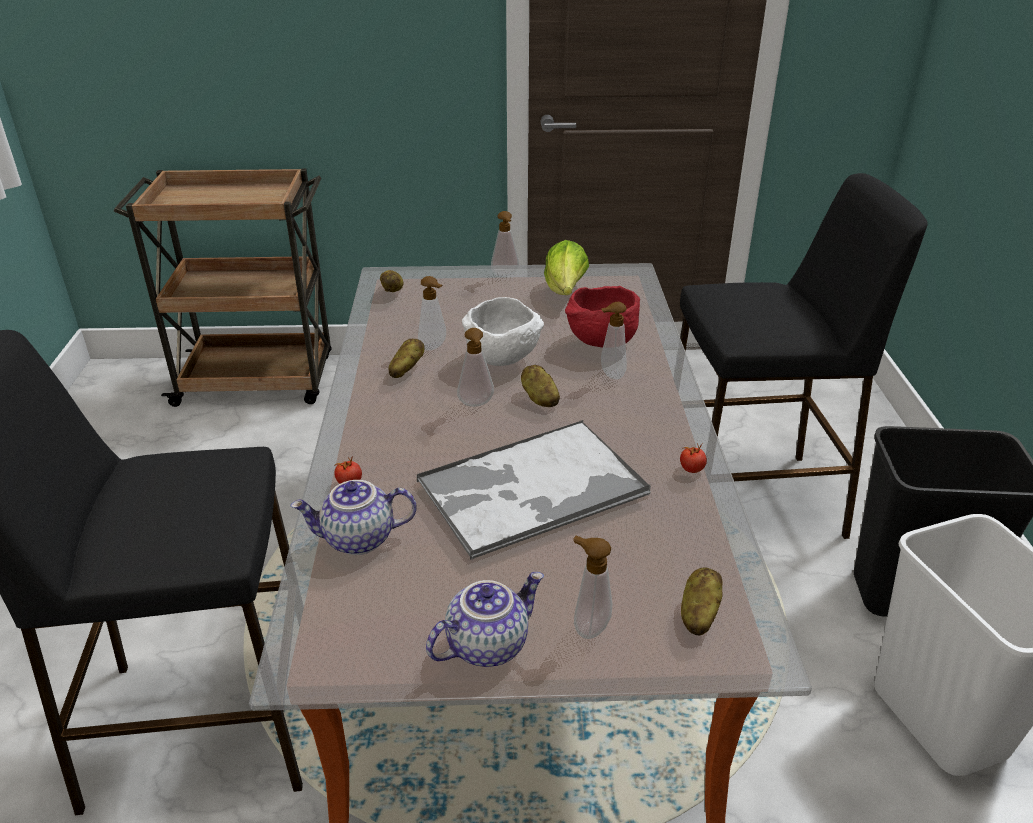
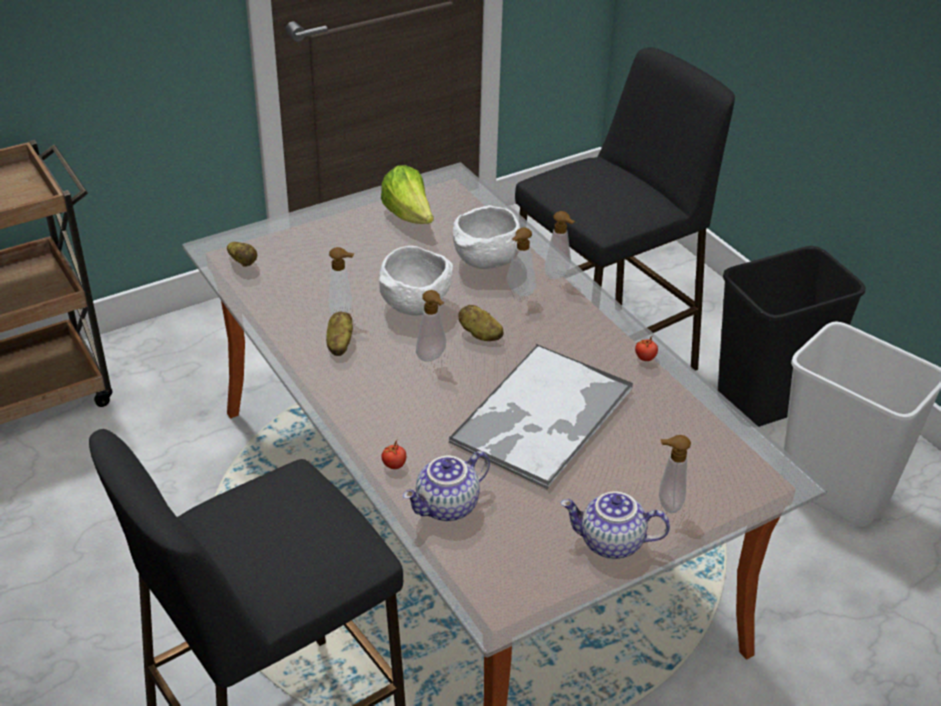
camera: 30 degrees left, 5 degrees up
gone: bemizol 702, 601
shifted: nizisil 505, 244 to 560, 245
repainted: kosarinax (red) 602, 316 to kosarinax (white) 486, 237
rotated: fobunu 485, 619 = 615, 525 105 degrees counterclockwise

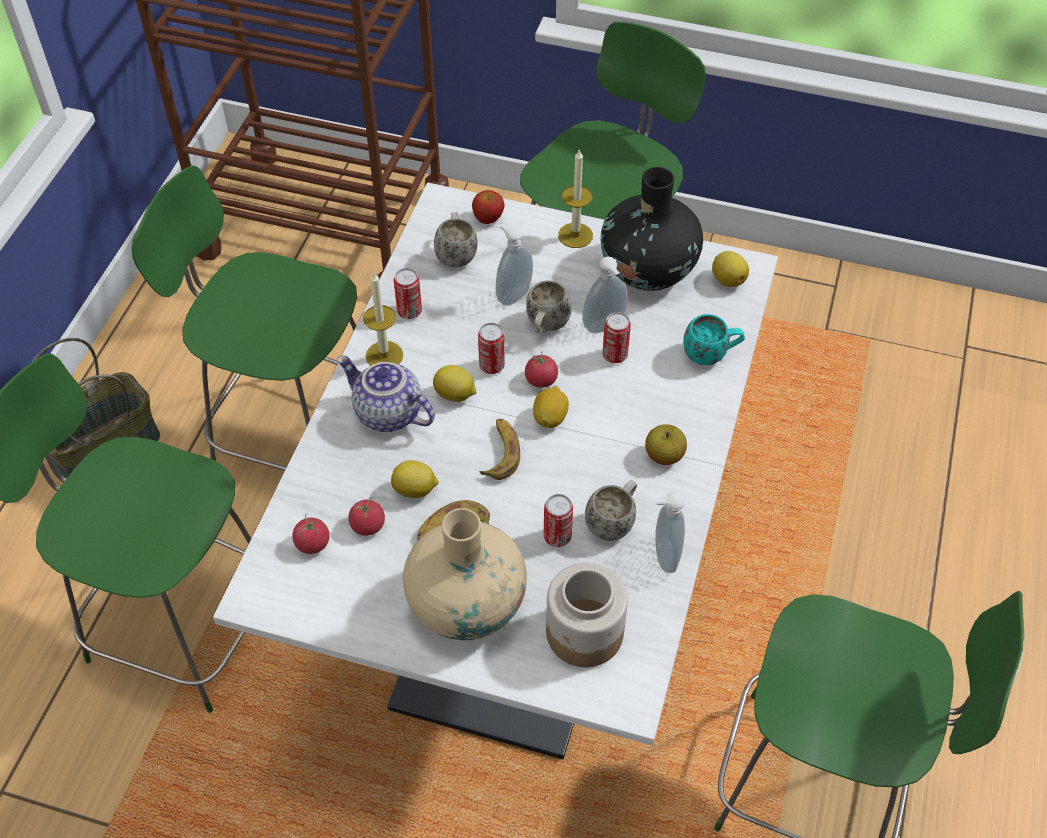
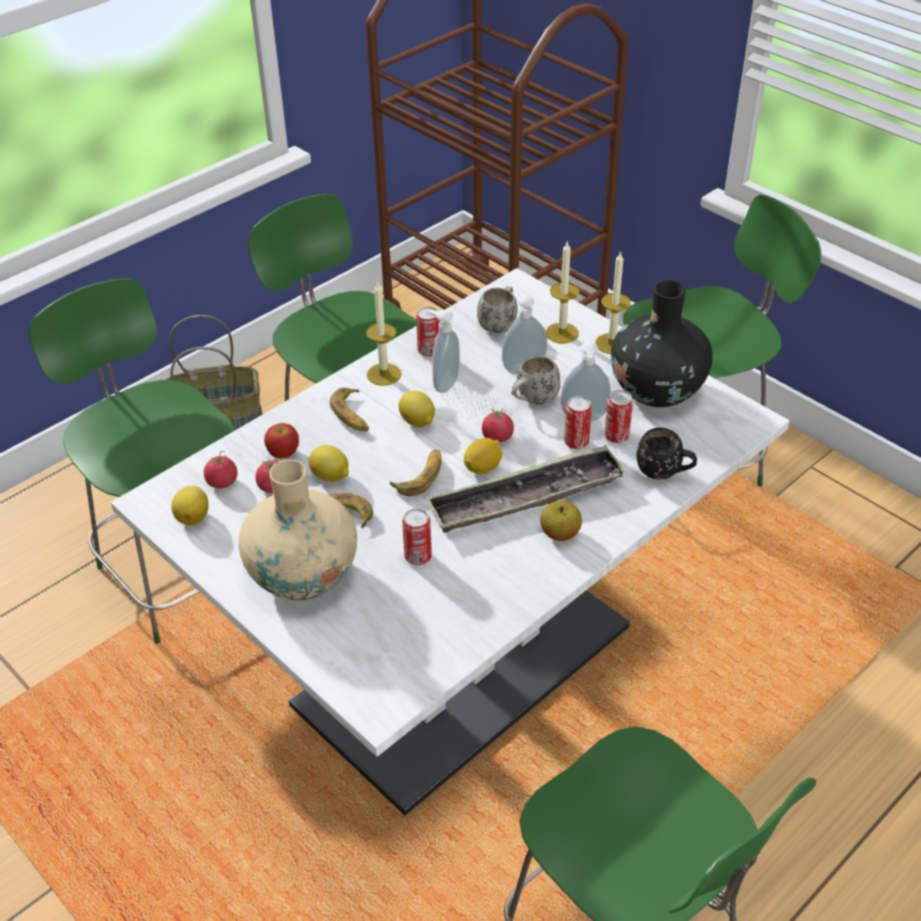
camera: 30 degrees right, 10 degrees down
gone: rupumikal 587, 615; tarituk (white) 611, 510
new: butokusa 525, 489; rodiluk 562, 292
shifted: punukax 730, 269 to 189, 506; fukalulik 488, 207 to 281, 440; nizisil 670, 532 to 444, 351; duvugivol 491, 348 to 618, 416
swapped: fobunu 386, 394 to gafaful 349, 409
repainted: tarituk (turquoise) 714, 339 to tarituk (black) 667, 454

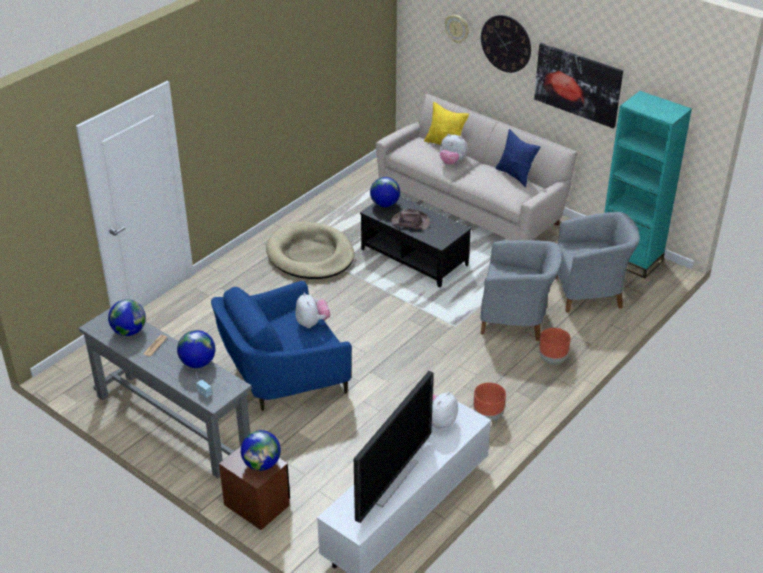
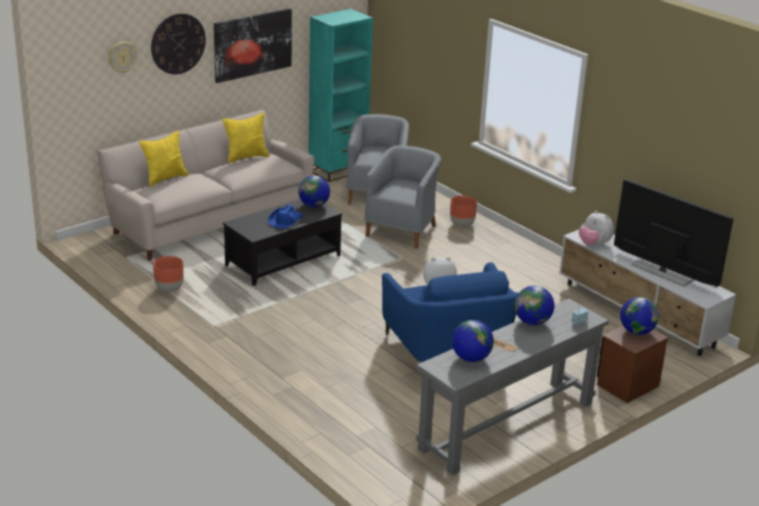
camera: 80 degrees left, 10 degrees down
gone: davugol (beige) 310, 250; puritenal 453, 149
shifted: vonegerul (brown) 490, 402 to 168, 274; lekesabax 385, 192 to 314, 191
repainted: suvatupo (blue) 518, 158 to suvatupo (yellow) 246, 137; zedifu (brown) 410, 219 to zedifu (blue) 286, 216

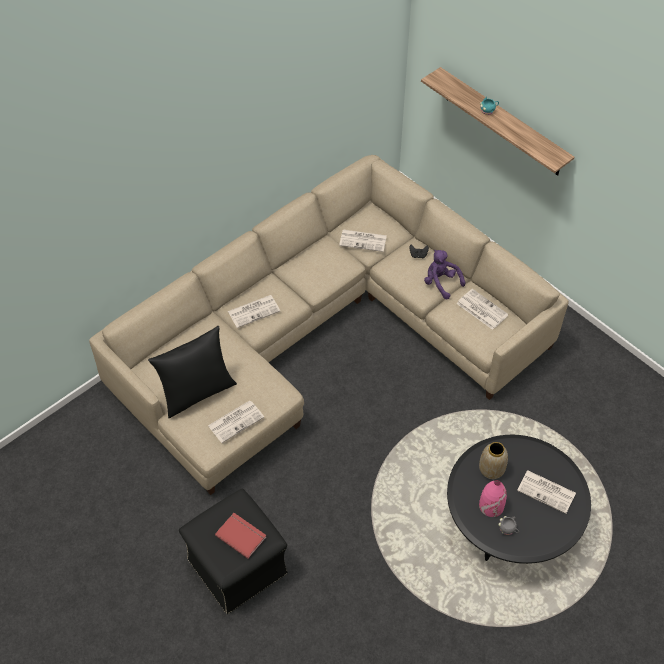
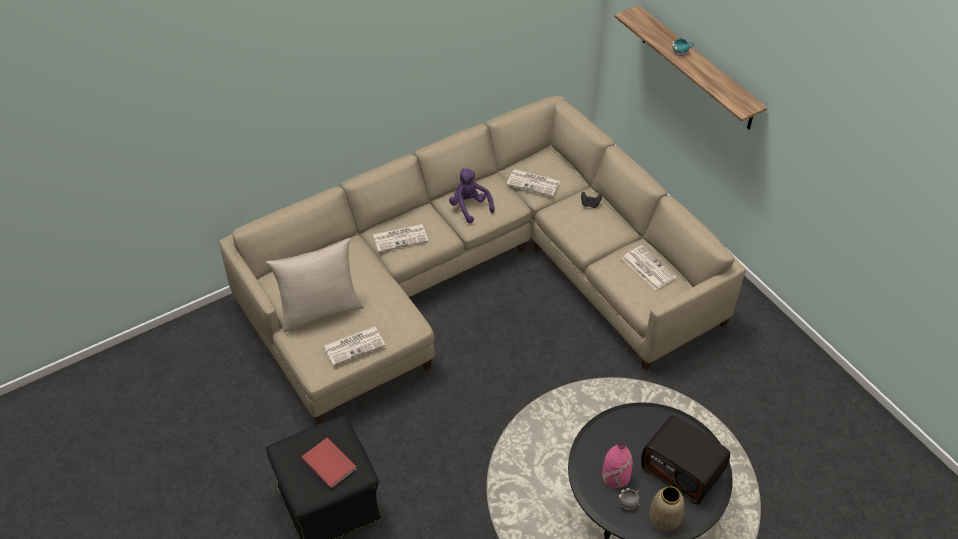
camera: 10 degrees right, 5 degrees down
shifted: puritenal (purple) 445, 275 to 472, 195; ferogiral 493, 460 to 667, 509
swapped: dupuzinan 546, 492 to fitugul 685, 460
repainted: suvatupo (black) 192, 372 to suvatupo (beige) 315, 285

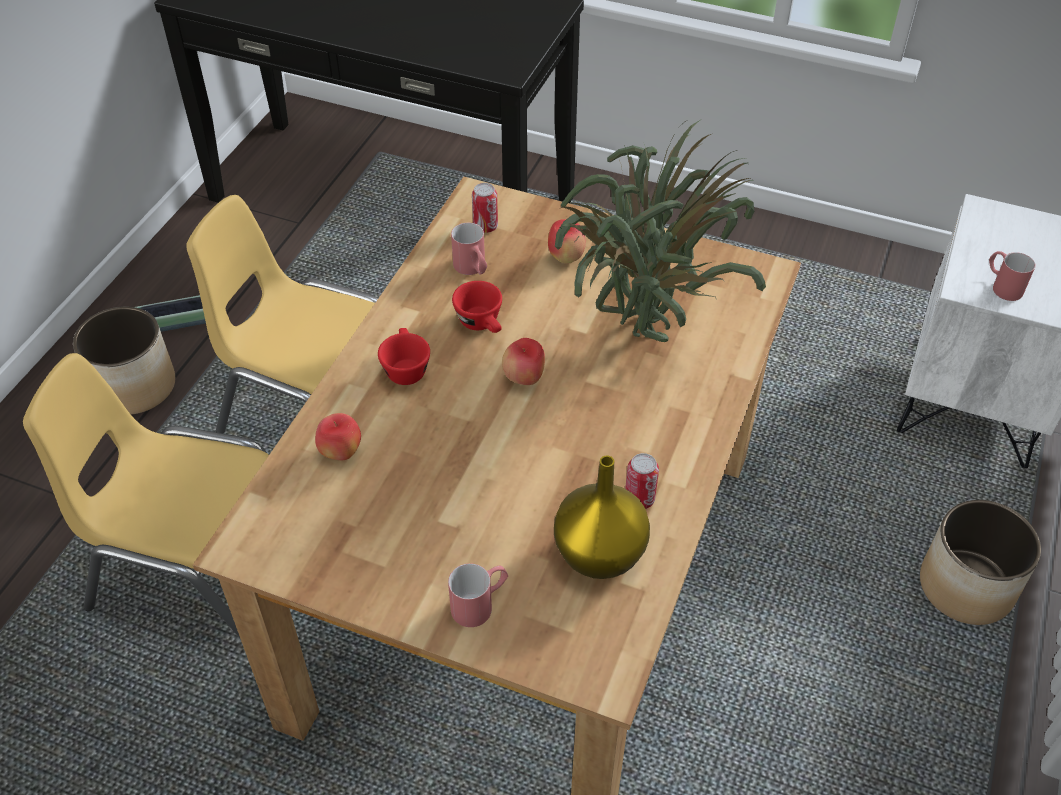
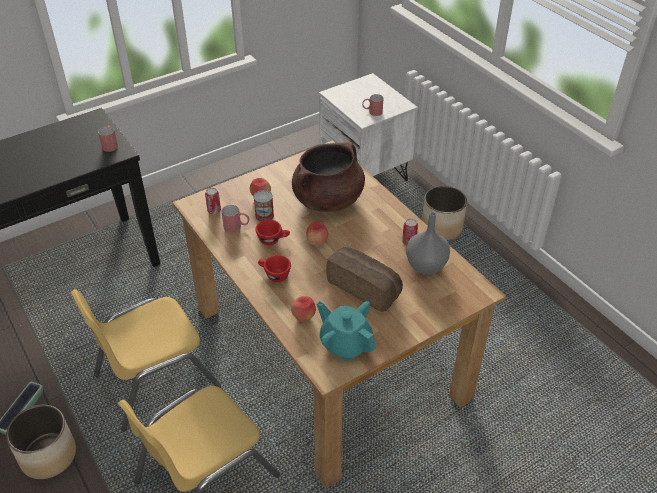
camera: 55 degrees left, 5 degrees down
new: duvugivol 263, 206; fobunu (turquoise) 346, 331; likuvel 364, 279
shifted: tarituk (red) 478, 595 to 108, 139
swapped: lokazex 660, 230 to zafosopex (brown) 328, 177
repainted: ferogiral (yellow) 602, 517 to ferogiral (grey) 428, 243

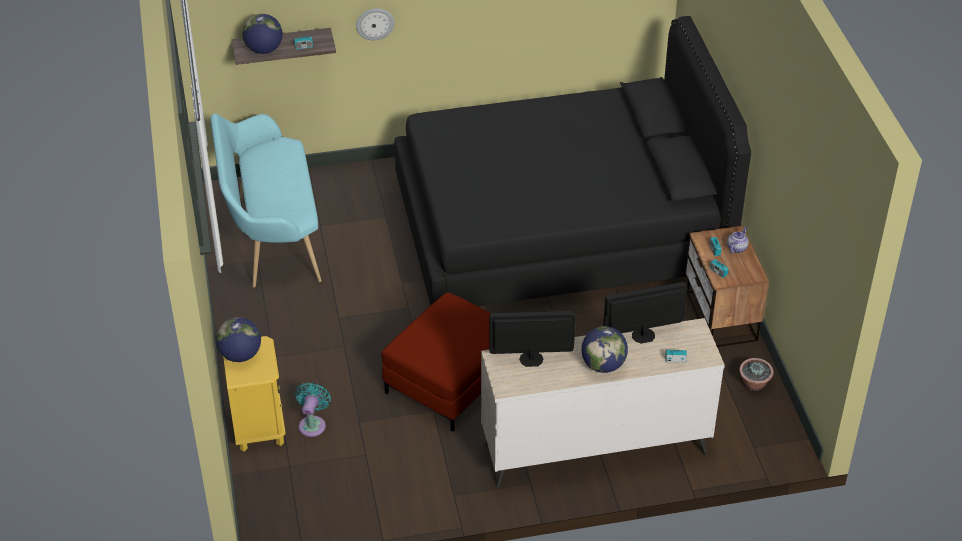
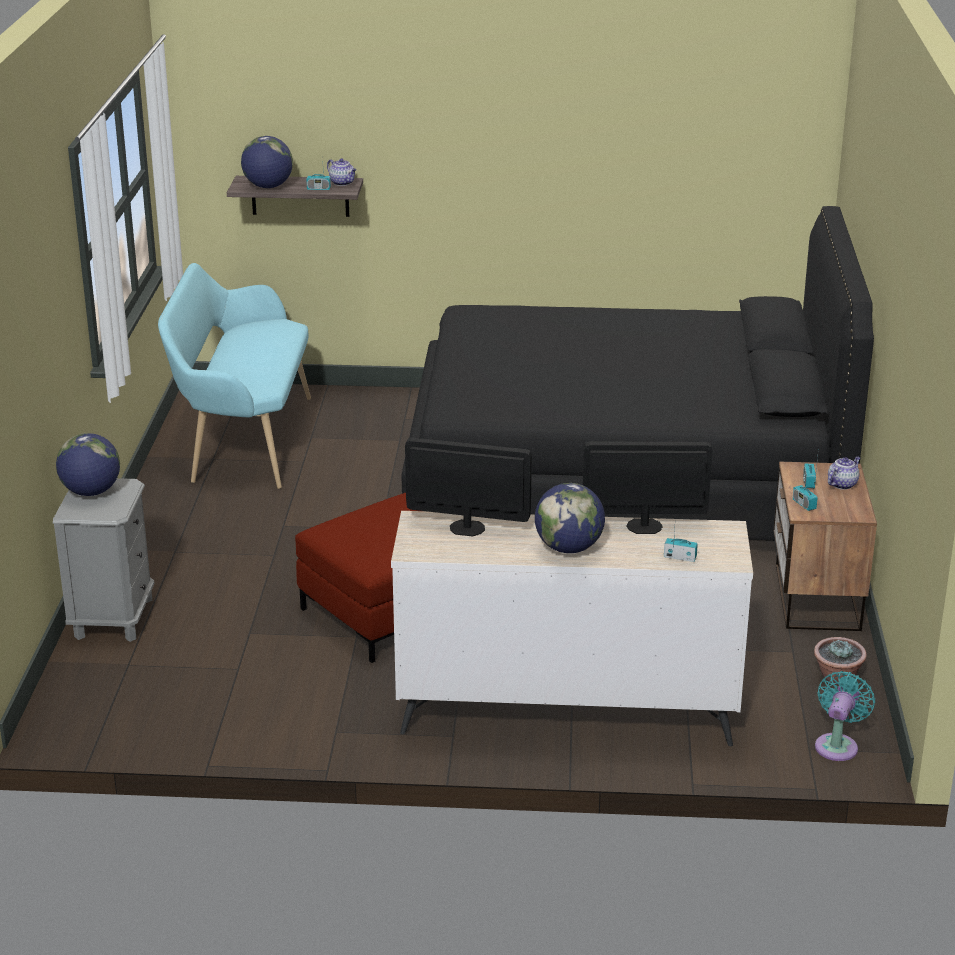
camera: 15 degrees right, 15 degrees down
gone: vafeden 375, 24
new: fobunu 342, 172
shifted: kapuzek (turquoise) 313, 409 to 845, 716
repainted: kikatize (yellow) 254, 393 to kikatize (grey) 103, 560

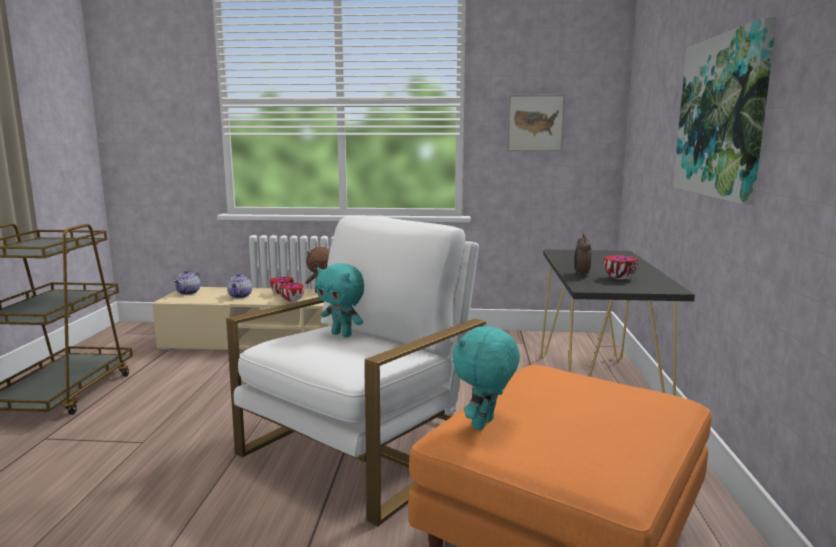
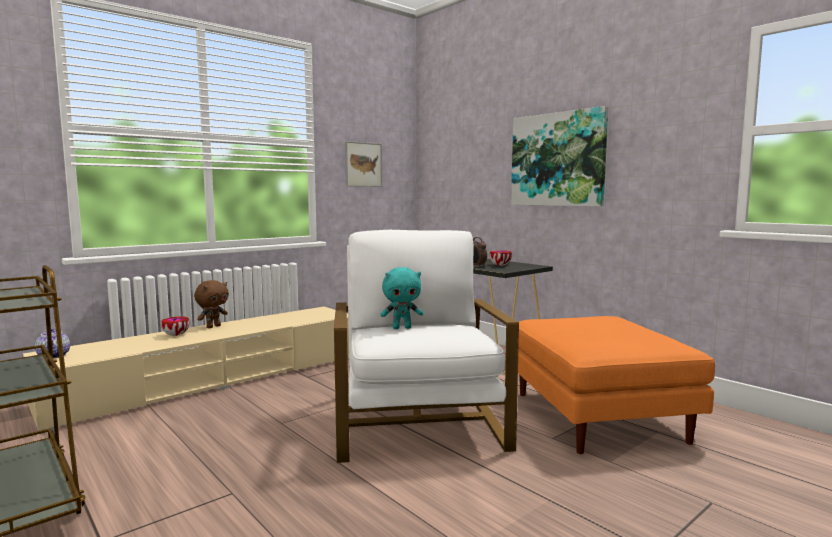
camera: 45 degrees left, 5 degrees down
gone: fobunu 239, 285; kosarinax 291, 292; puritenal (turquoise) 486, 377

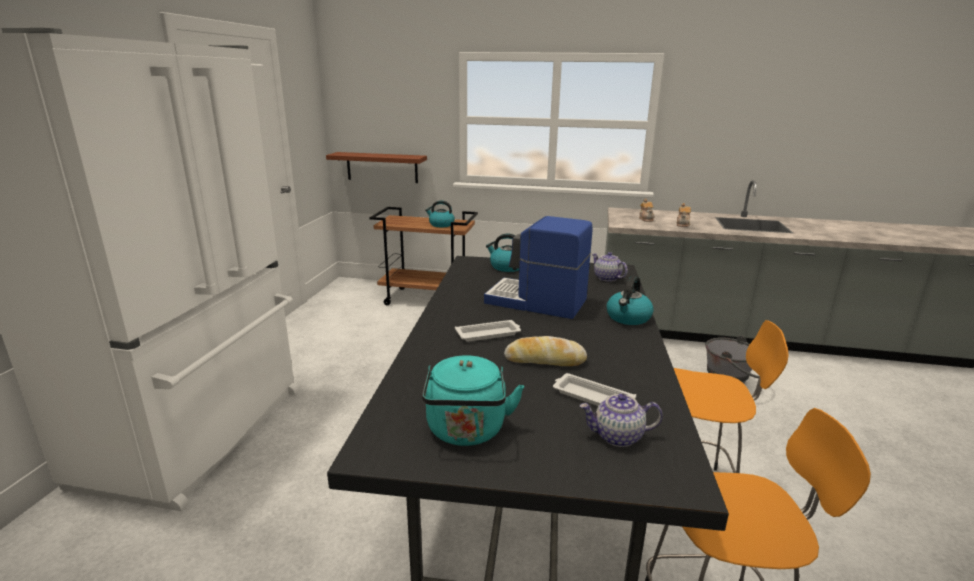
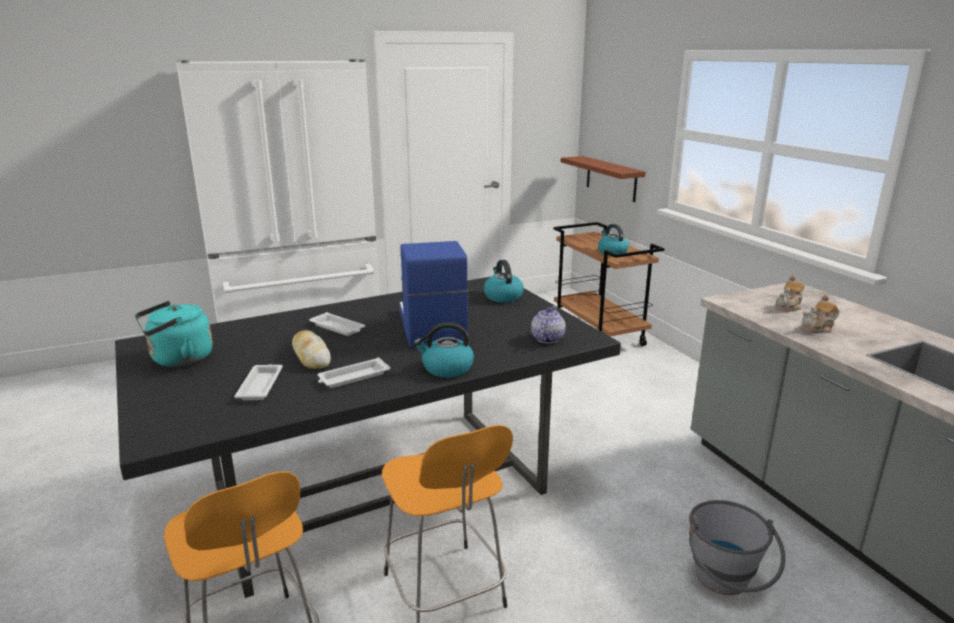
camera: 55 degrees right, 0 degrees up
gone: fobunu 621, 420
new: butokusa (white) 354, 372

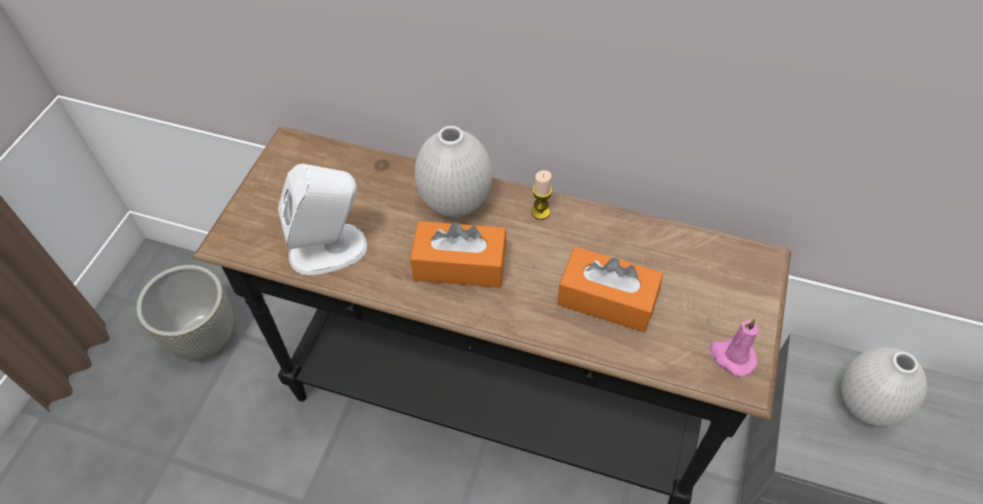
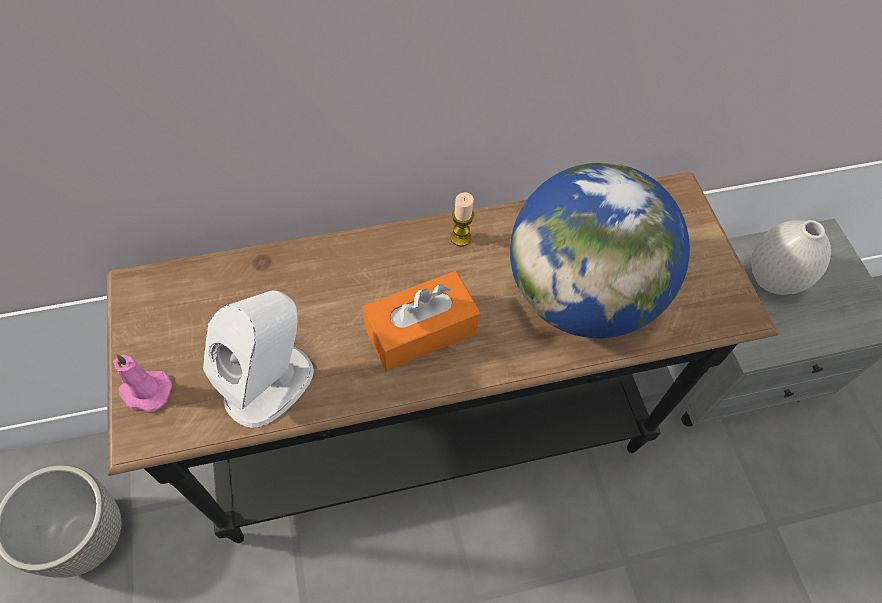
camera: 35 degrees left, 5 degrees up
gone: ferogiral (white) 453, 172
shifted: rodiluk (pink) 734, 347 to 142, 383
swapped: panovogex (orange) 610, 289 to lekesabax 600, 250

